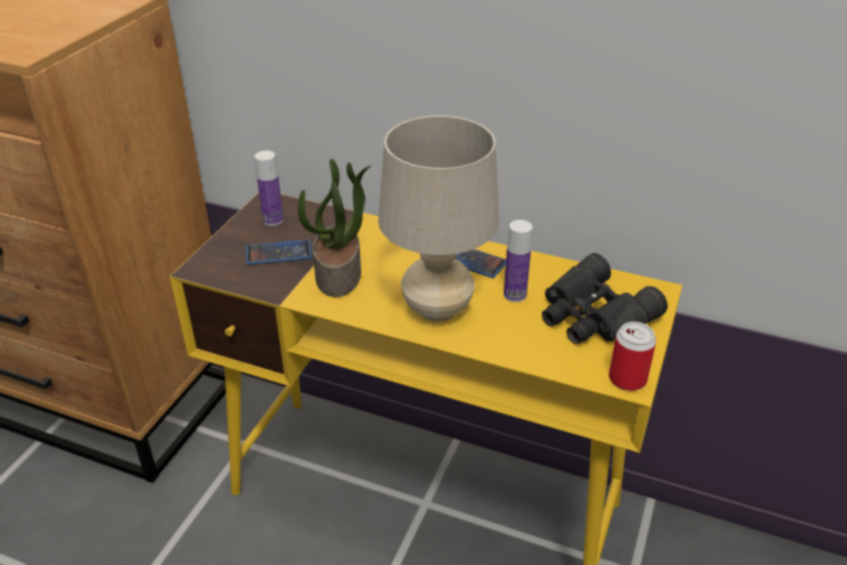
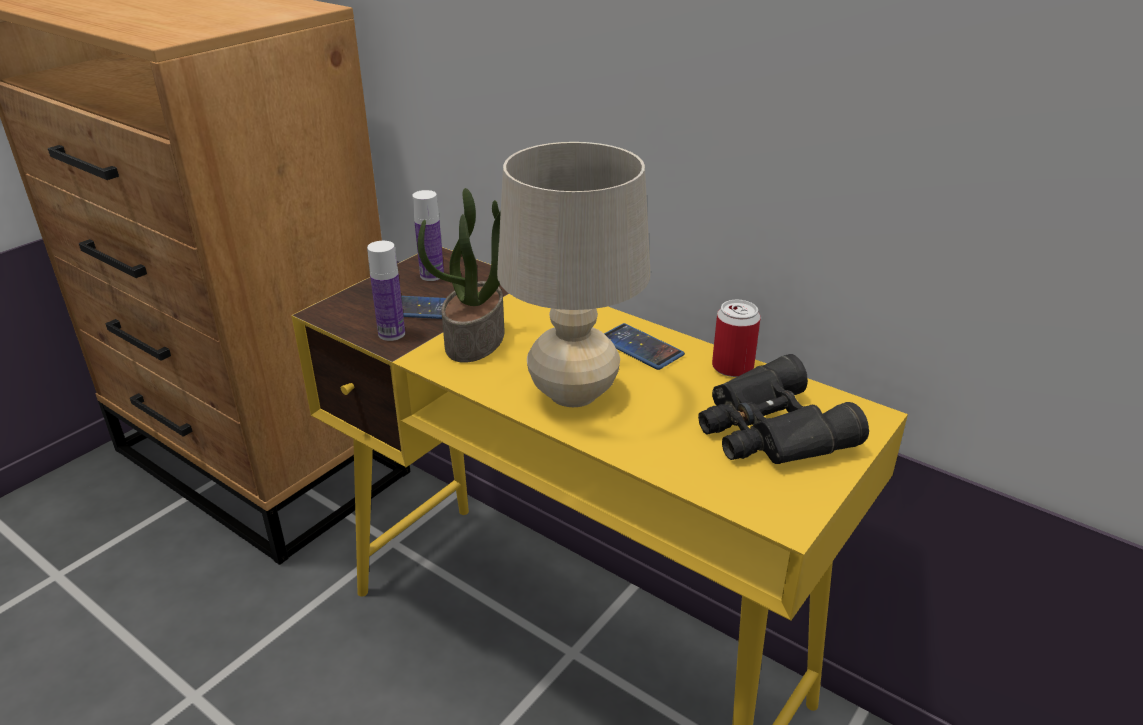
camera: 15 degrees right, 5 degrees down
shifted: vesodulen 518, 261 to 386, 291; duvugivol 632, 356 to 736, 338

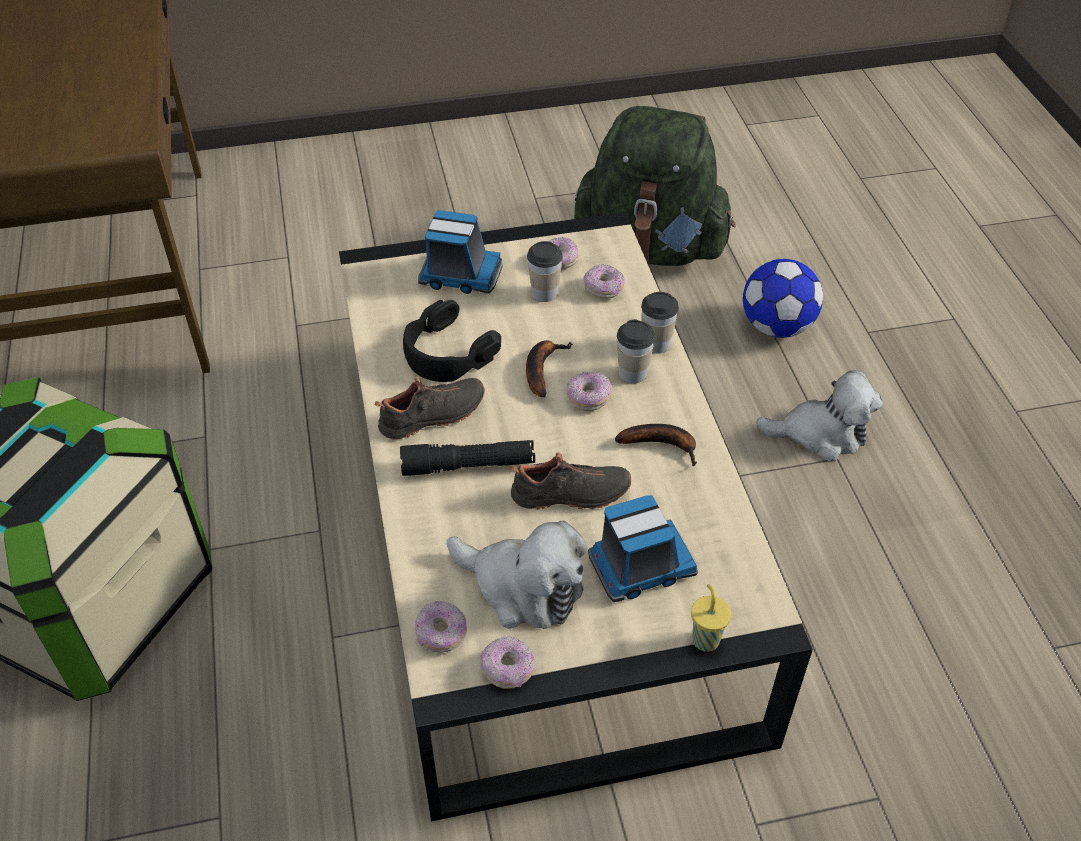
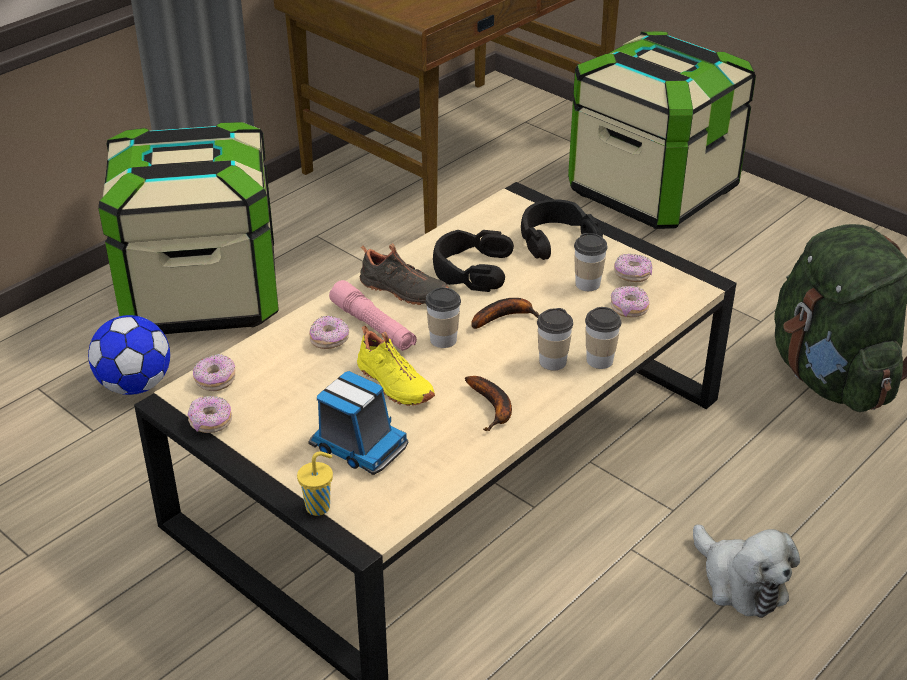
camera: 55 degrees right, 10 degrees down
gone: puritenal 517, 574
new: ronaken 443, 317; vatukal 662, 130
shifted: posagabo 783, 298 to 129, 355; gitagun 589, 391 to 329, 332
swapped: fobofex 460, 252 to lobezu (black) 562, 229
repainted: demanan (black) 467, 458 to demanan (pink) 373, 315; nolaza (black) 570, 481 to nolaza (yellow) 396, 366

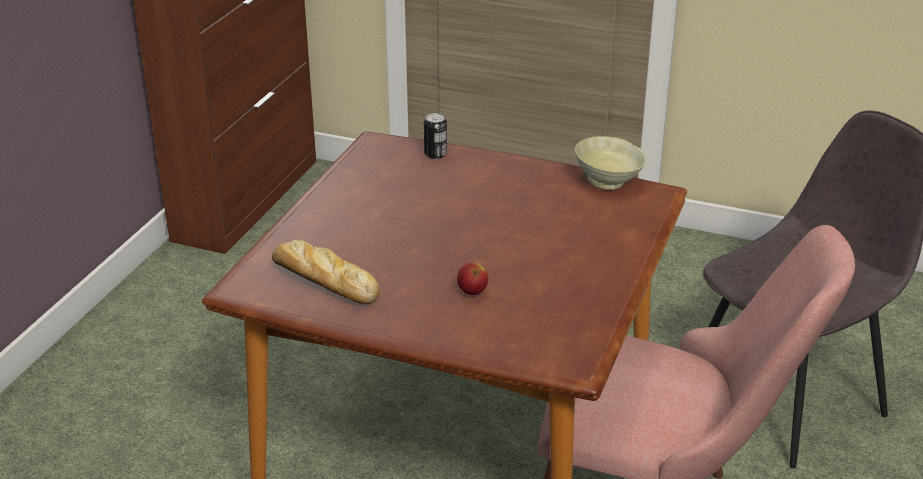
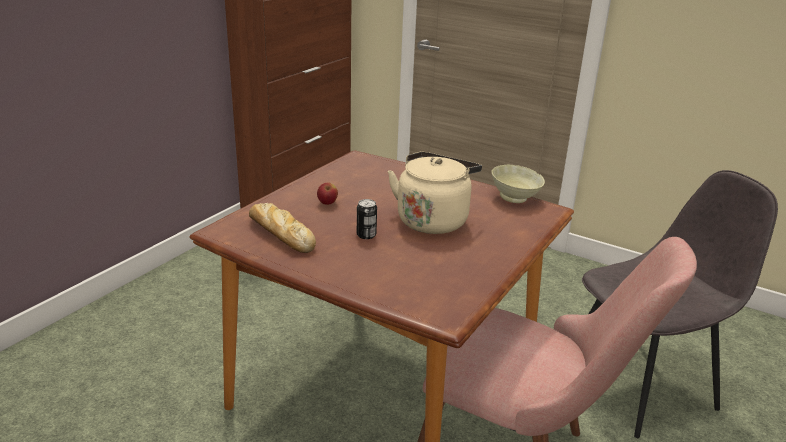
camera: 10 degrees right, 5 degrees down
new: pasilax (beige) 435, 192
shifted: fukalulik 472, 278 to 327, 193; duvugivol 435, 136 to 367, 219

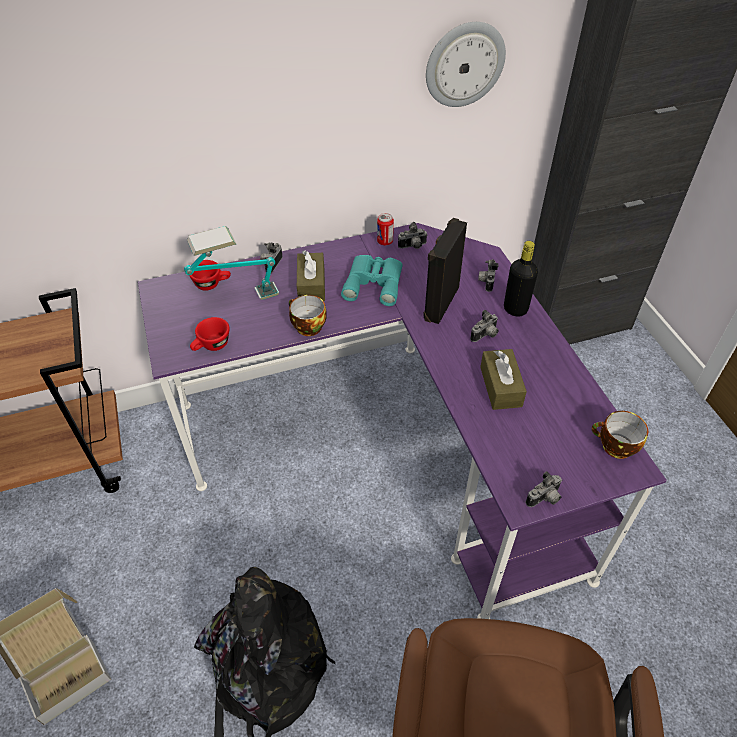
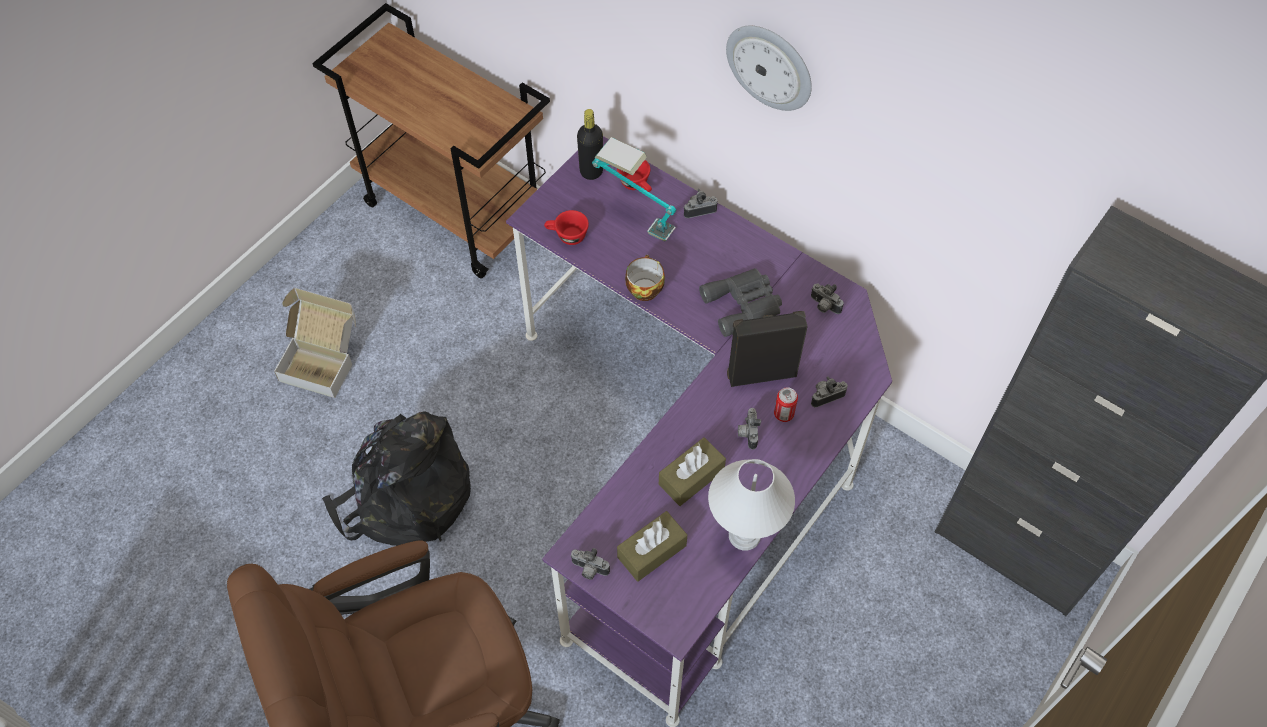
camera: 55 degrees right, 10 degrees up
gone: ronaken 620, 435
new: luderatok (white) 751, 504
shifted: vesodulen (black) 521, 279 to 590, 144; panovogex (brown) 311, 275 to 652, 546; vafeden 466, 64 to 769, 68; duvugivol 385, 229 to 786, 404
repainted: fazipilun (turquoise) 372, 280 to fazipilun (grey) 740, 302
rotated: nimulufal 484, 326 = 749, 429 75 degrees clockwise

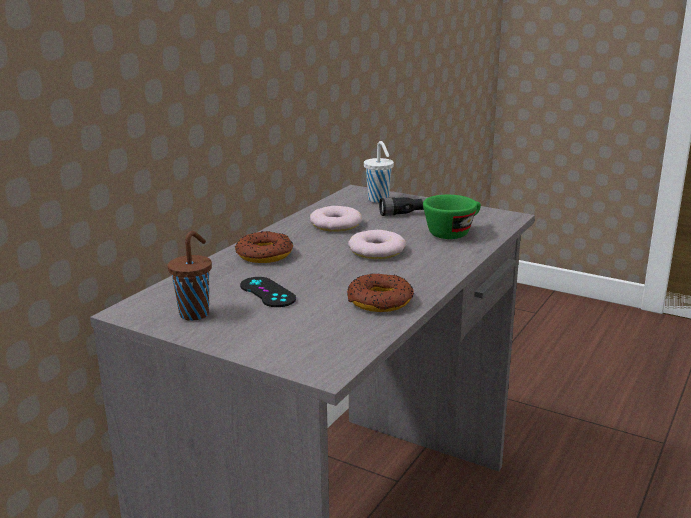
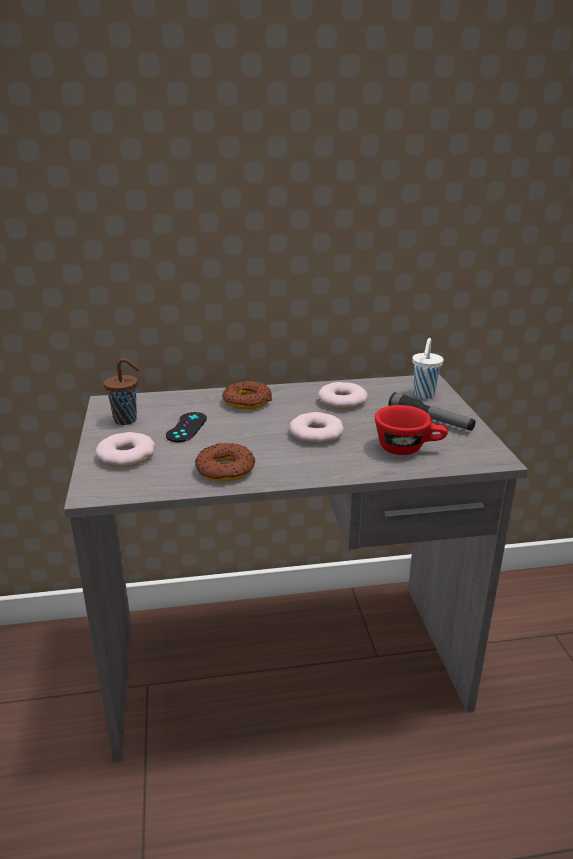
camera: 50 degrees right, 5 degrees up
new: gitagun 126, 449
repainted: ronaken (green) 452, 217 to ronaken (red) 411, 430

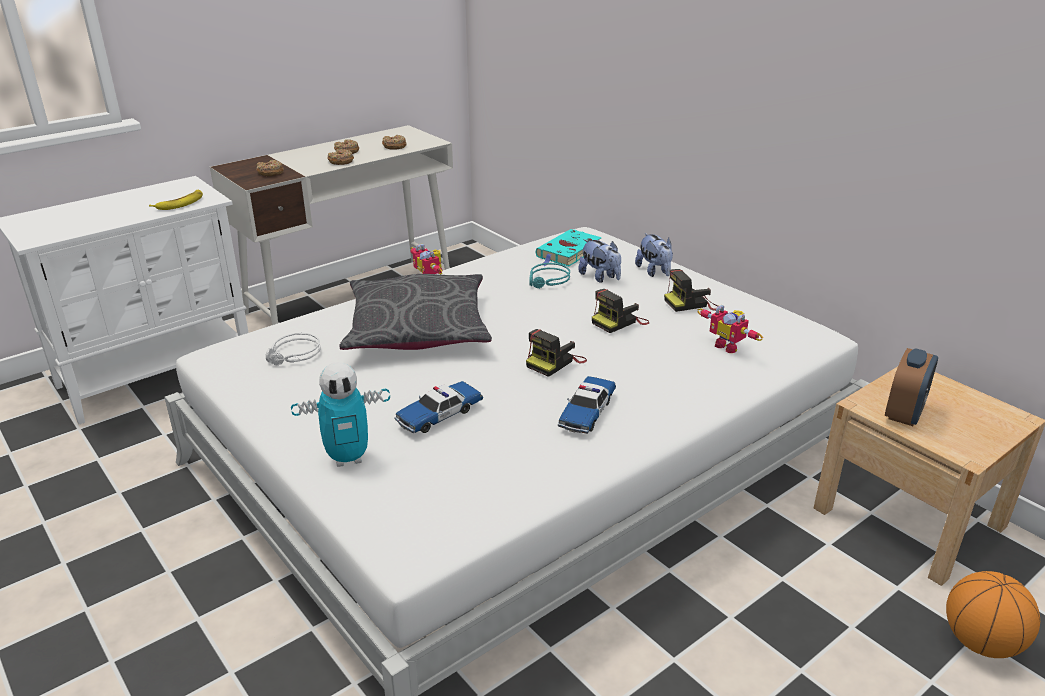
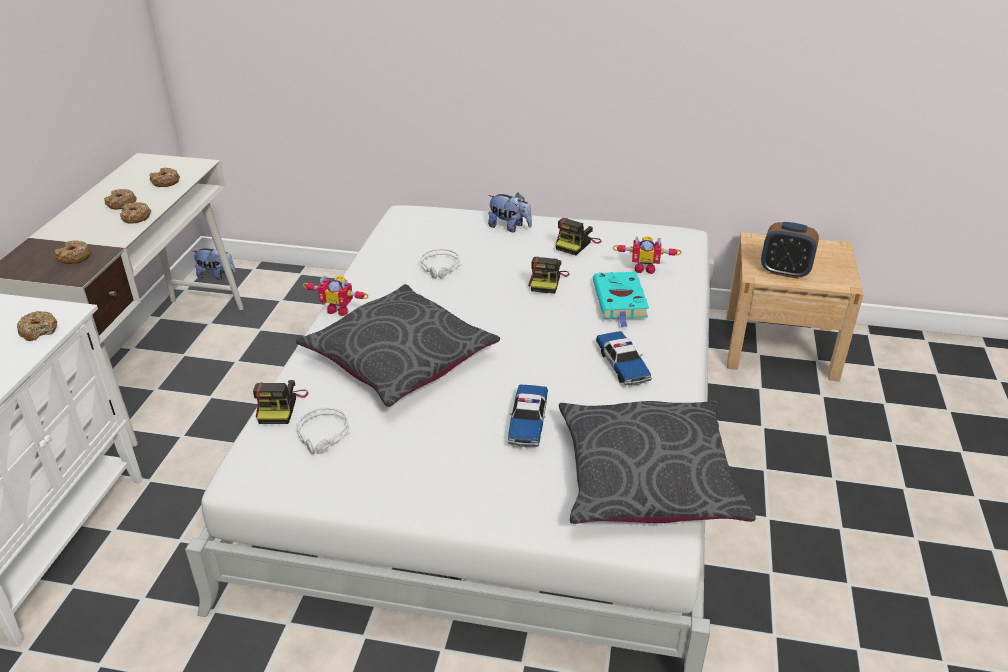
camera: 40 degrees left, 5 degrees up
gone: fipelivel 340, 414; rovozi 993, 614
new: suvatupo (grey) 657, 462
shifted: puritenal 599, 261 to 214, 264; nimulufal 556, 353 to 280, 402; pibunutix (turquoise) 569, 248 to 621, 299
swapped: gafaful 176, 200 to gitagun 37, 326
repainted: lobezu (turquoise) 549, 276 to lobezu (grey) 441, 263
rotated: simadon 911, 387 = 790, 250 120 degrees clockwise

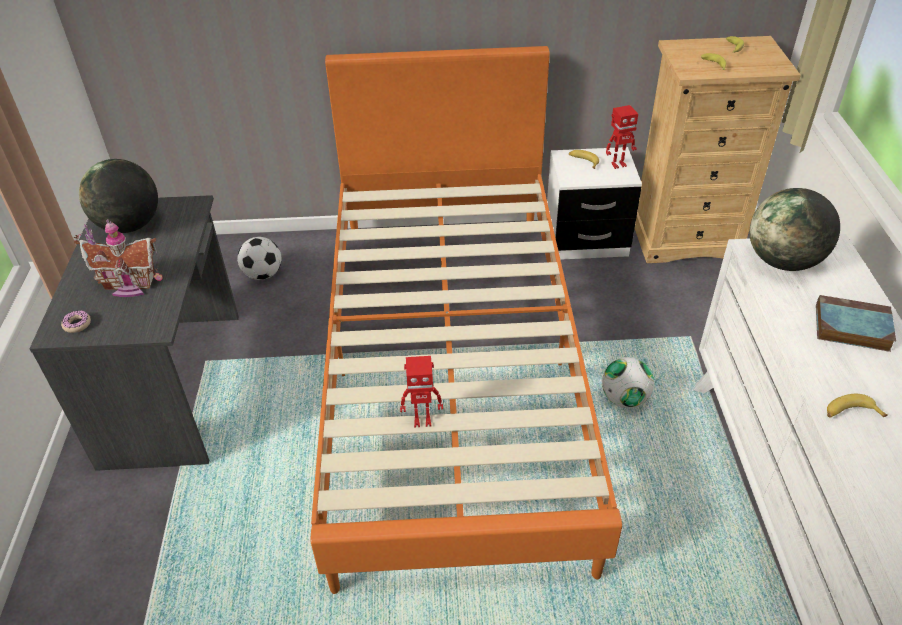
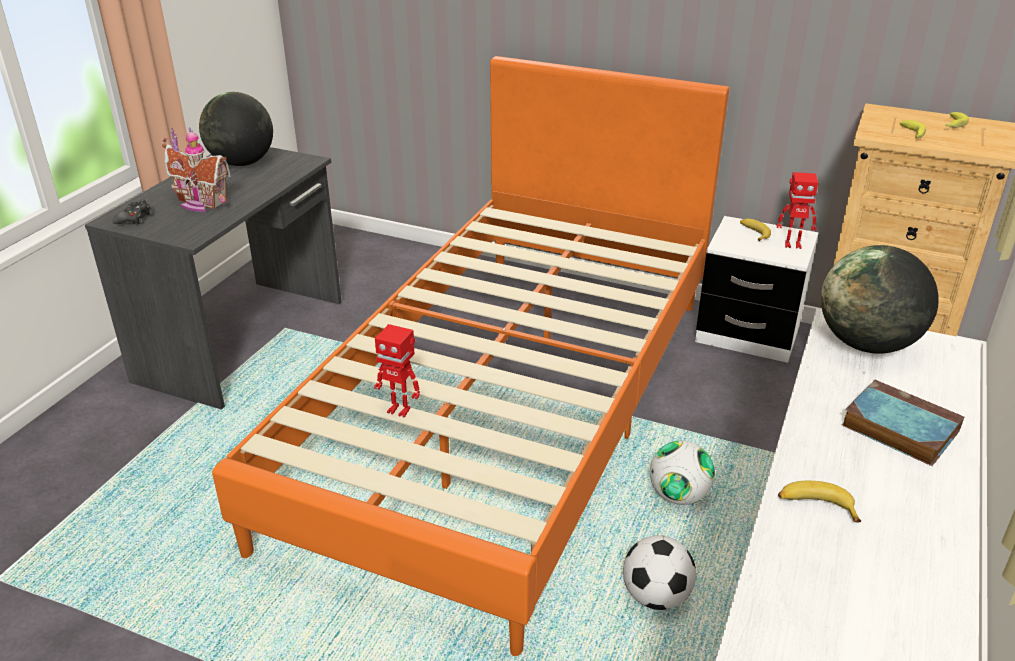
camera: 25 degrees right, 10 degrees down
shifted: posagabo 259, 258 to 659, 572
swapped: gitagun 76, 322 to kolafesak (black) 132, 211

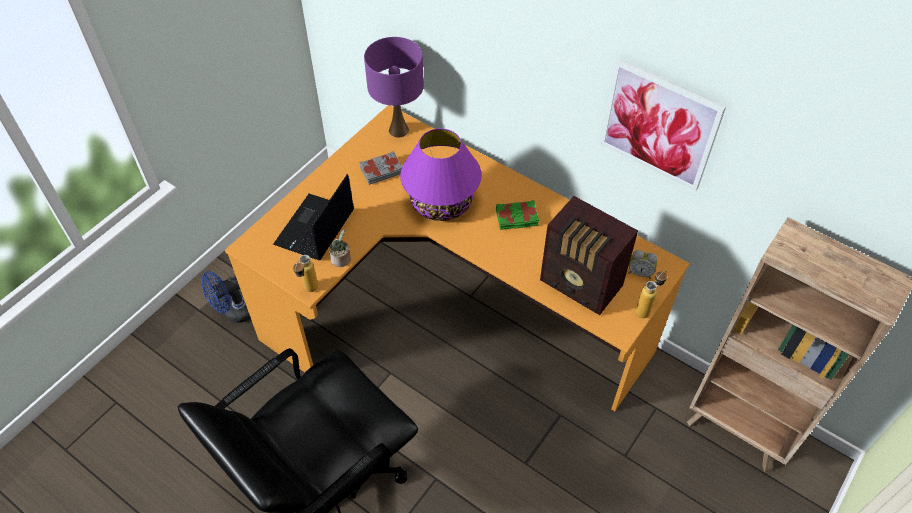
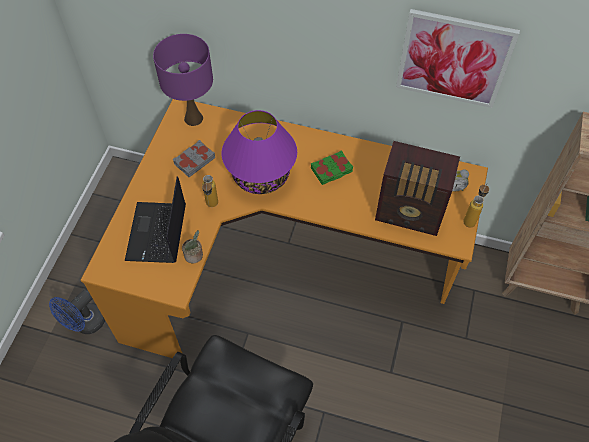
camera: 20 degrees left, 5 degrees up
shifted: vesodulen 305, 273 to 210, 191

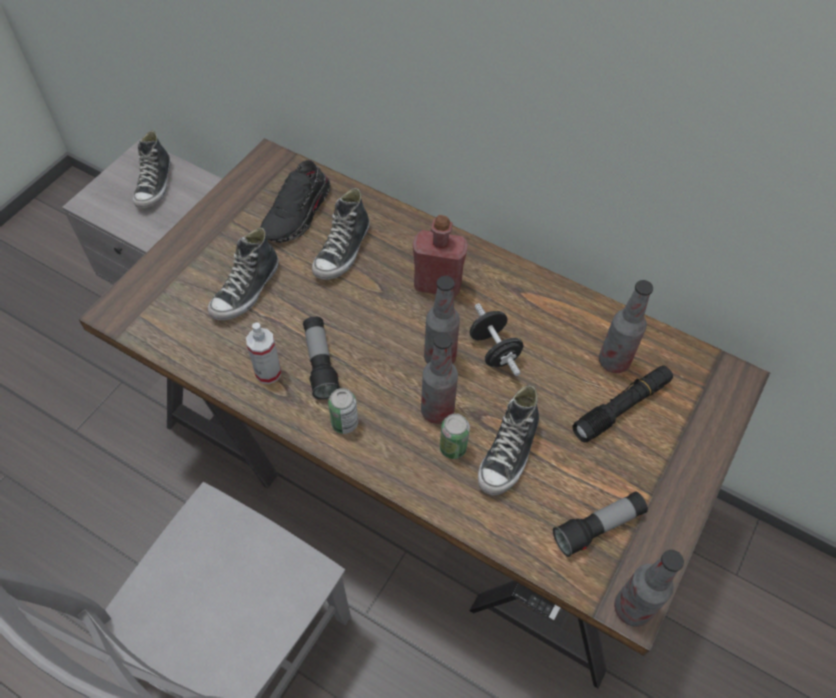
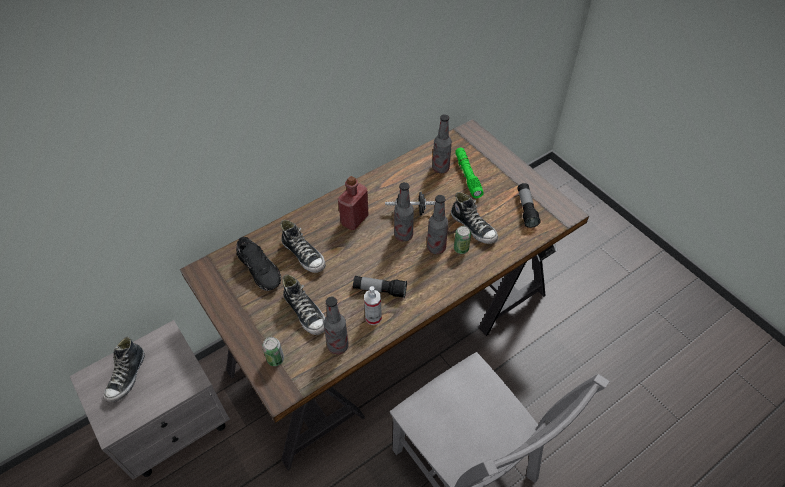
camera: 65 degrees left, 5 degrees down
shifted: duvugivol 343, 411 to 273, 351; vesodulen 649, 588 to 336, 325
repainted: demanan (black) 622, 404 to demanan (green) 469, 172
rotated: nolaza 152, 169 = 124, 370 75 degrees clockwise

